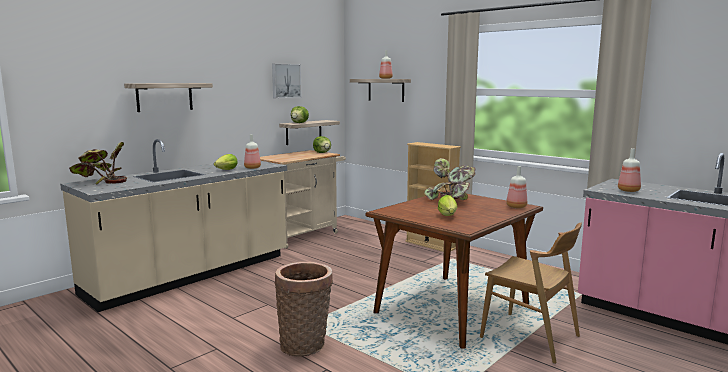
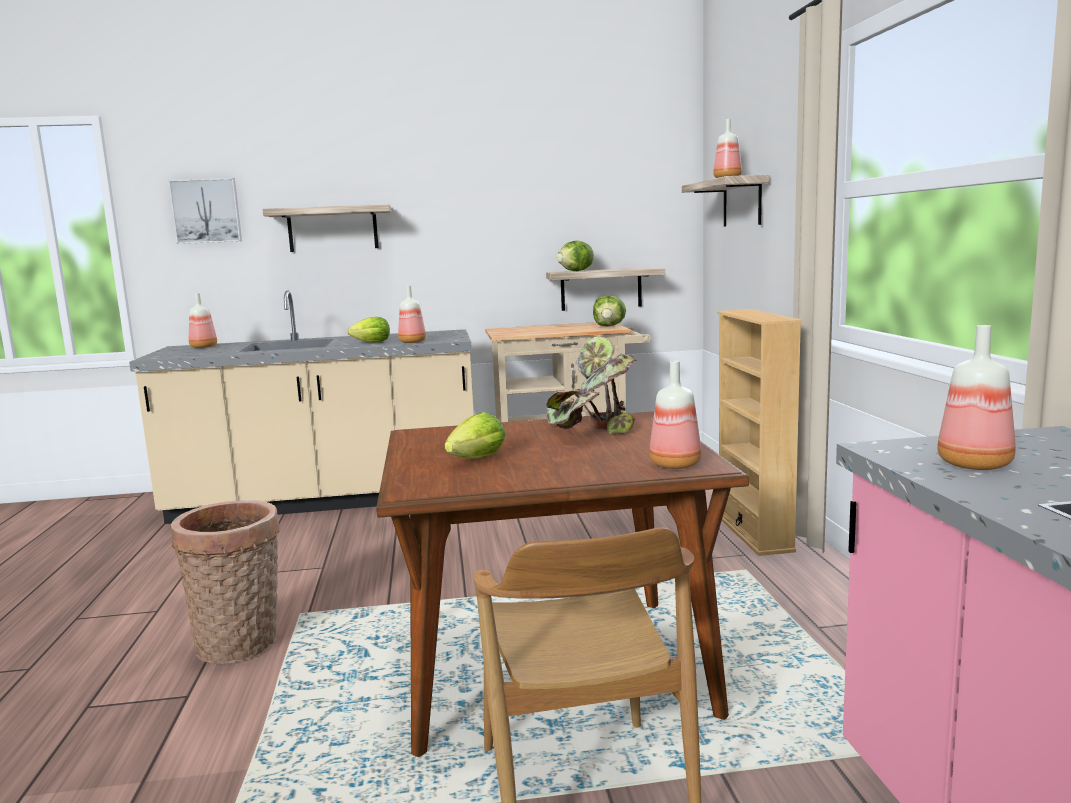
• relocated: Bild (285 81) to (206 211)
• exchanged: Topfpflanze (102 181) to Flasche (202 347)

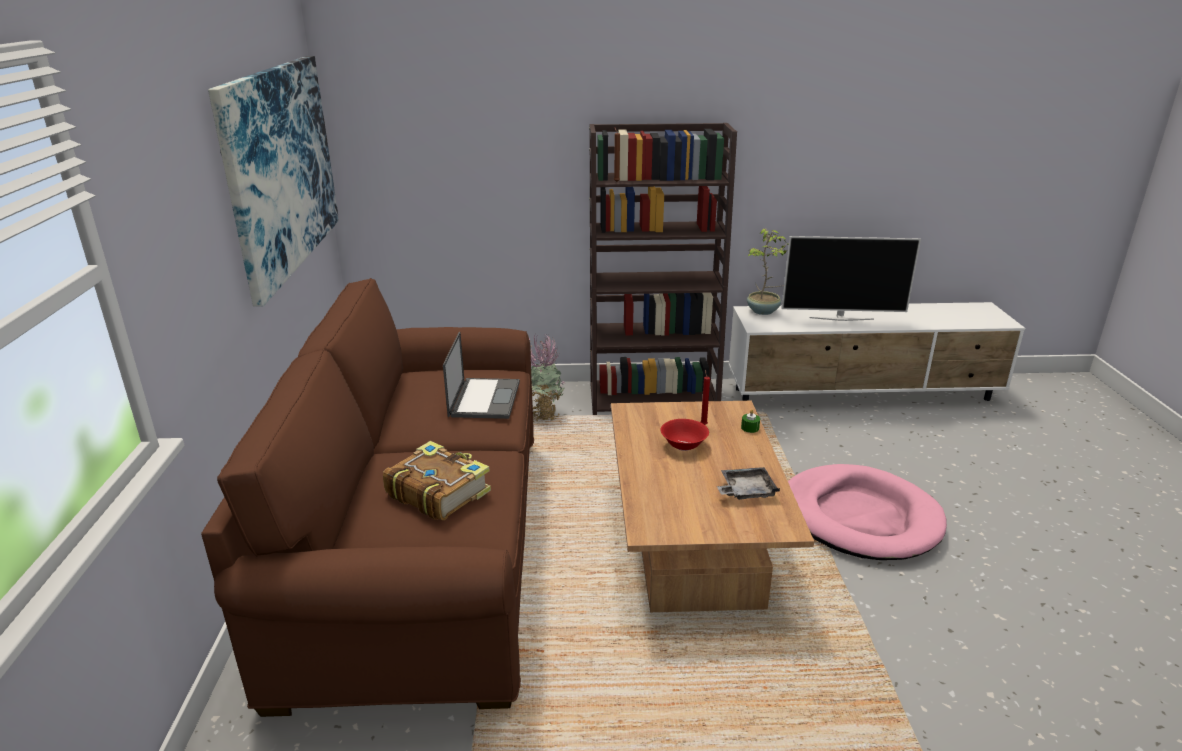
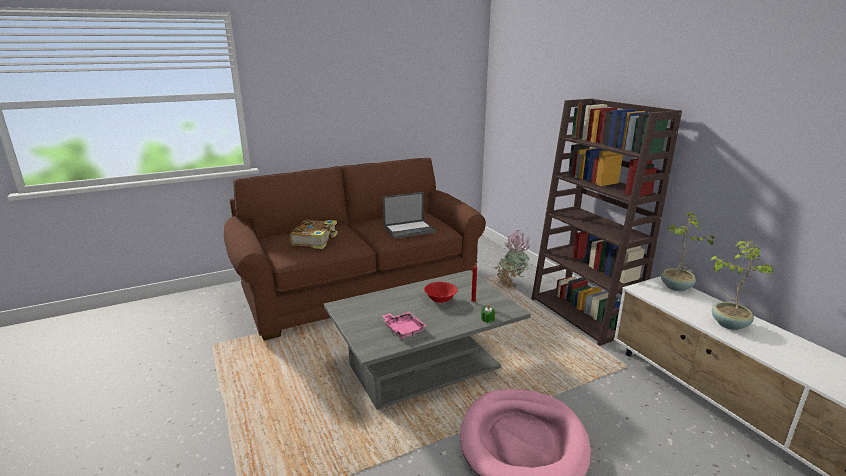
• colour: Couchtisch (braun) (693 543) to Couchtisch (grau) (425 367)
• colour: Tablett (grau) (746 491) to Tablett (rosa) (403 329)
• exchanged: Fernseher (841 318) to Topfpflanze (728 324)
• missing: Bild (281 168)

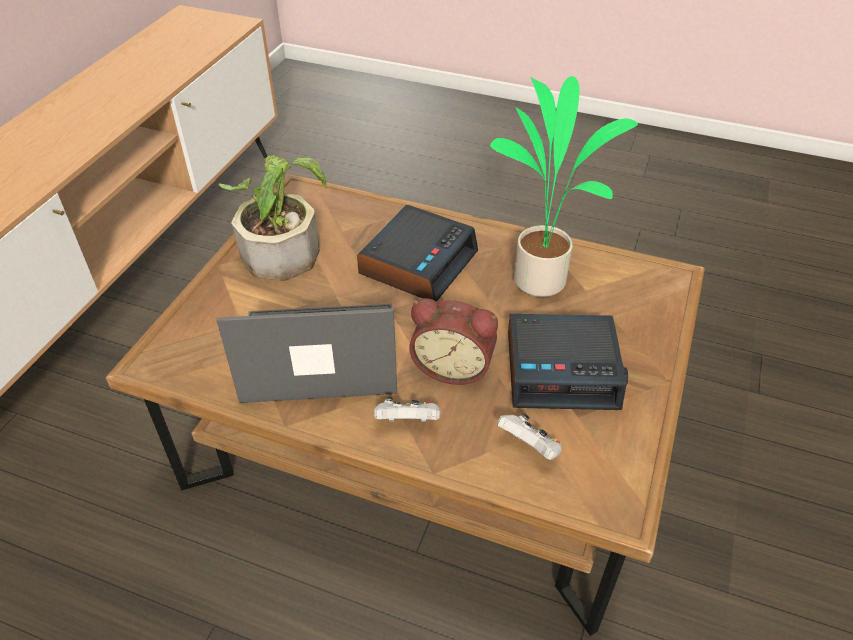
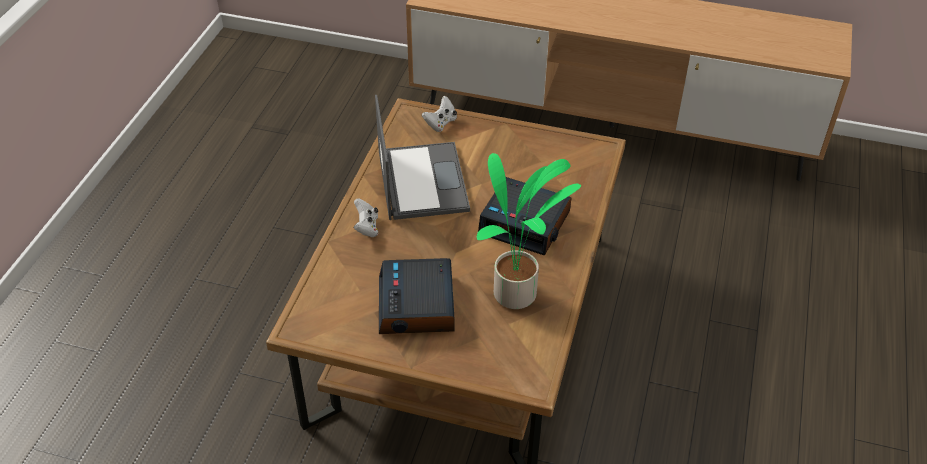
• relocated: Gamepad (weiß) (530 448) to (440 123)
• missing: Topfpflanze (283 247)
• missing: Wecker (453 366)

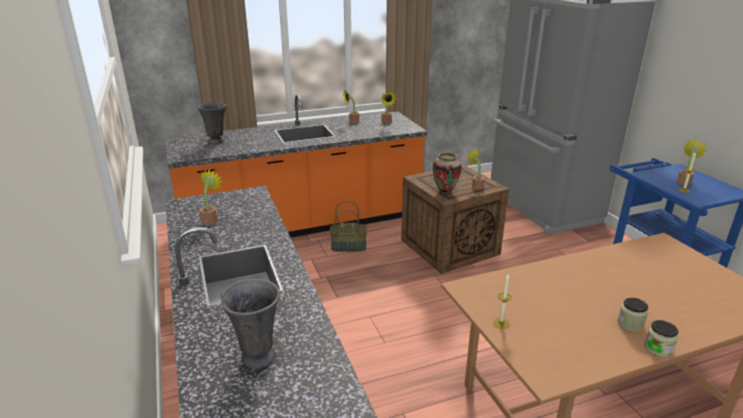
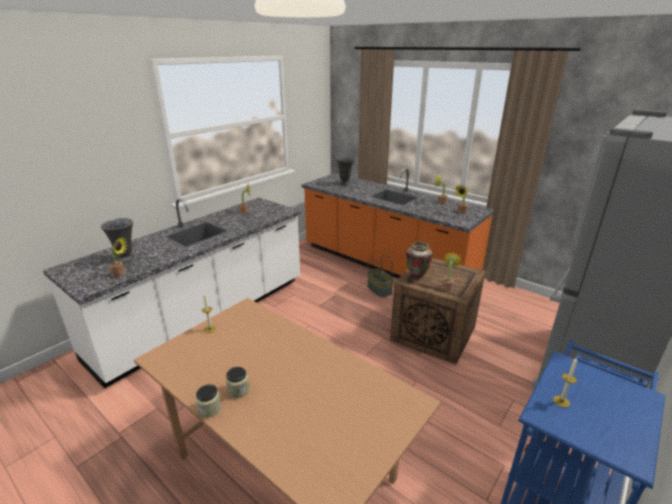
• relocated: Topfpflanze (684 182) to (121 274)

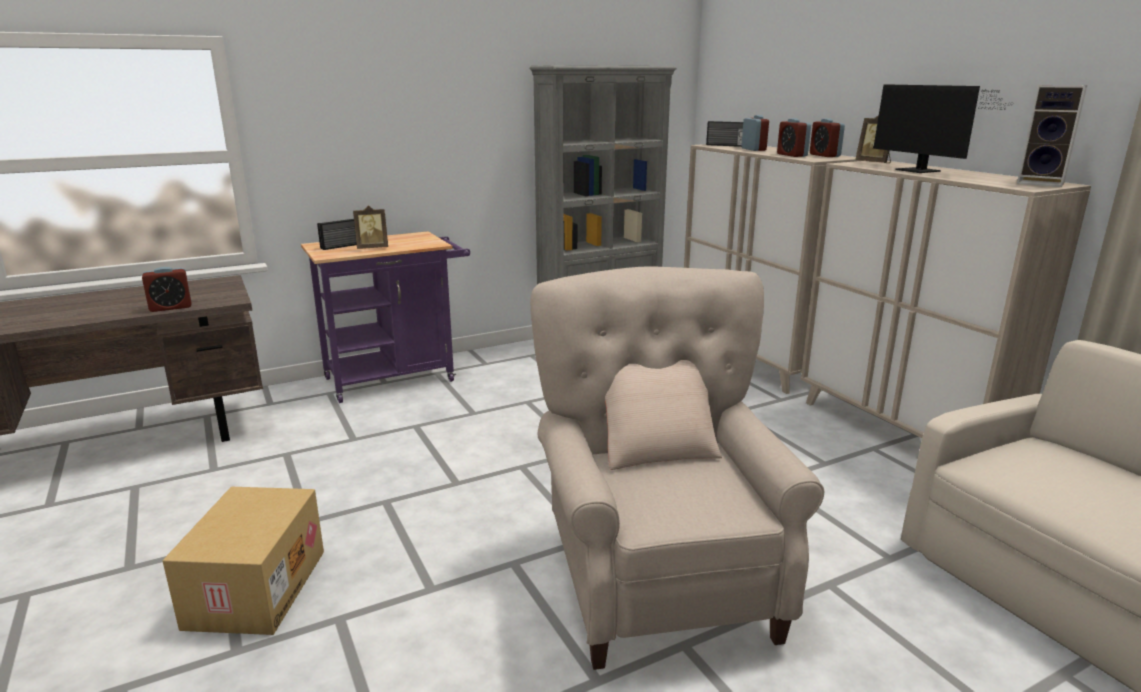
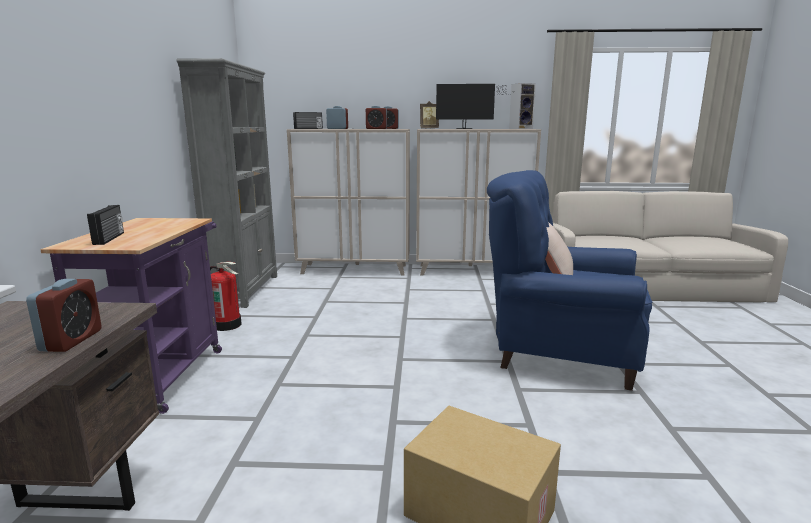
• appeared: Feuerlöscher (227 325)
• colour: Sessel (beige) (657 577) to Sessel (blau) (558 353)
• missing: Bilderrahmen (372 248)

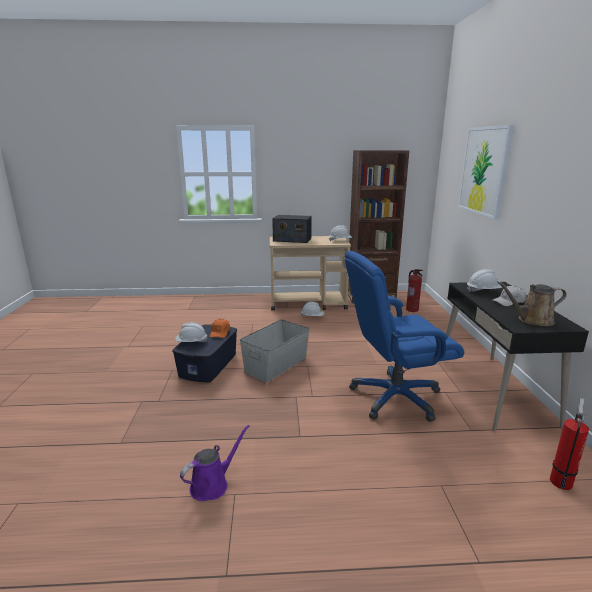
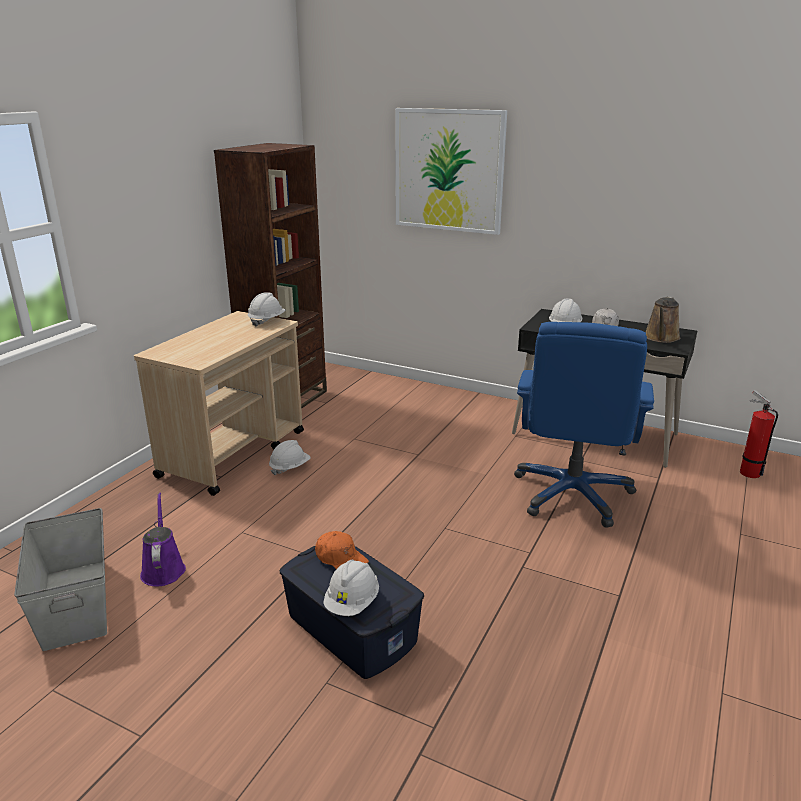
• relocated: Aufbewahrungsbox (grau) (275 365) to (74 603)
• relocated: Gießkanne (lila) (212 484) to (163 569)
• missing: Radio (292 239)
• missing: Feuerlöscher (412 310)

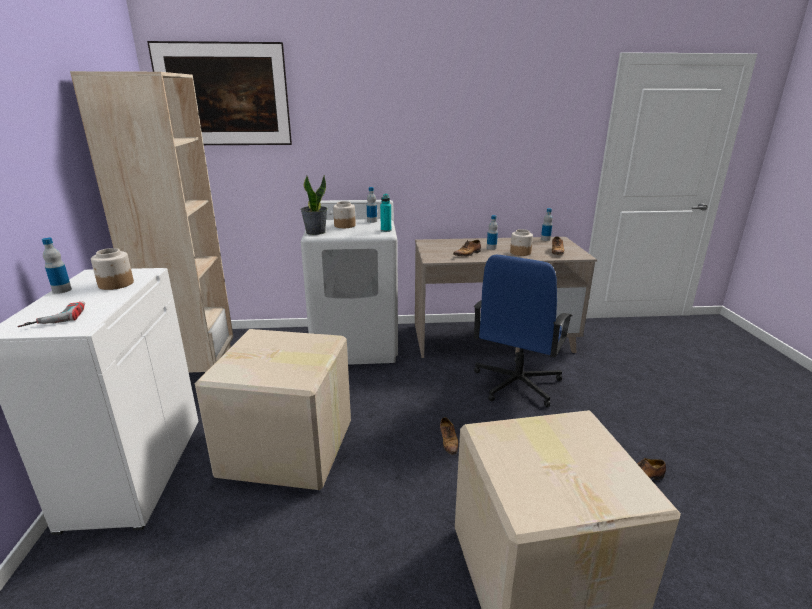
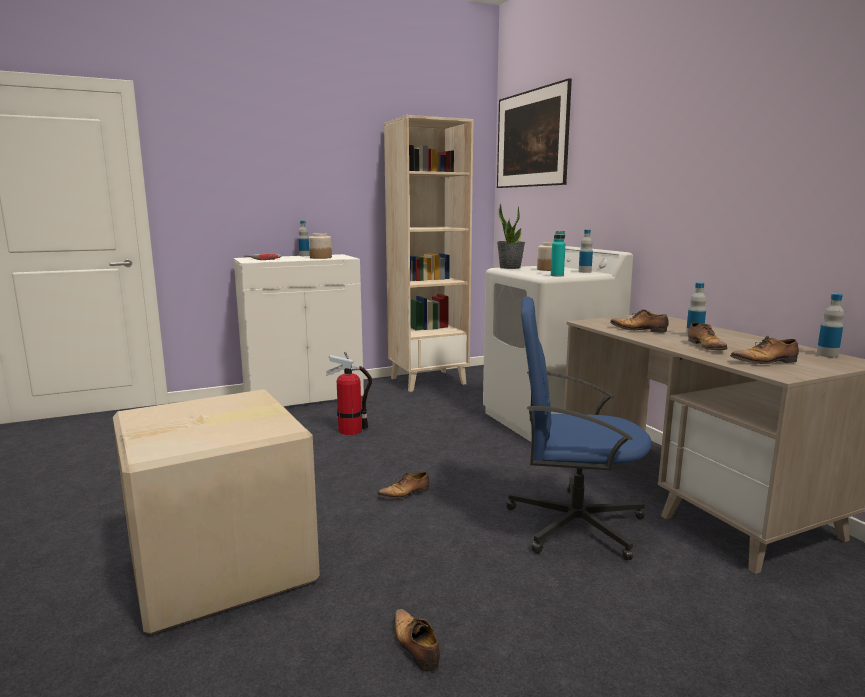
• exchanged: Karton (288 449) to Feuerlöscher (350 430)
• exchanged: Vorratsglas (520 252) to Schuh (706 347)

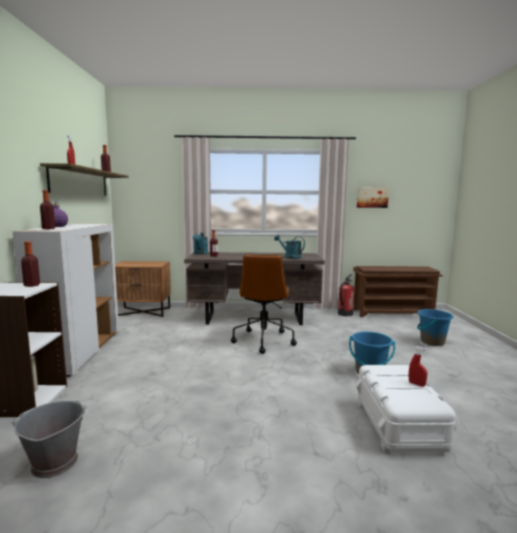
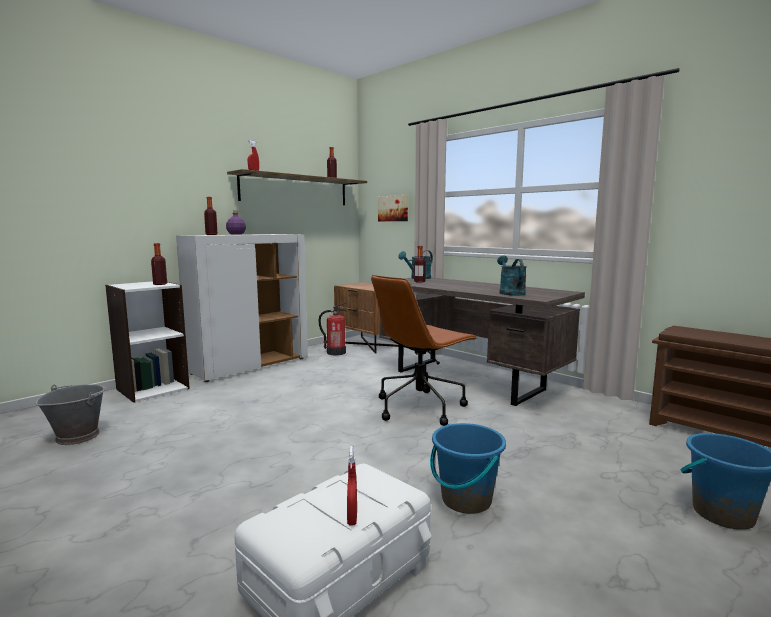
• relocated: Feuerlöscher (345 314) to (335 352)
• relocated: Bild (372 197) to (393 208)

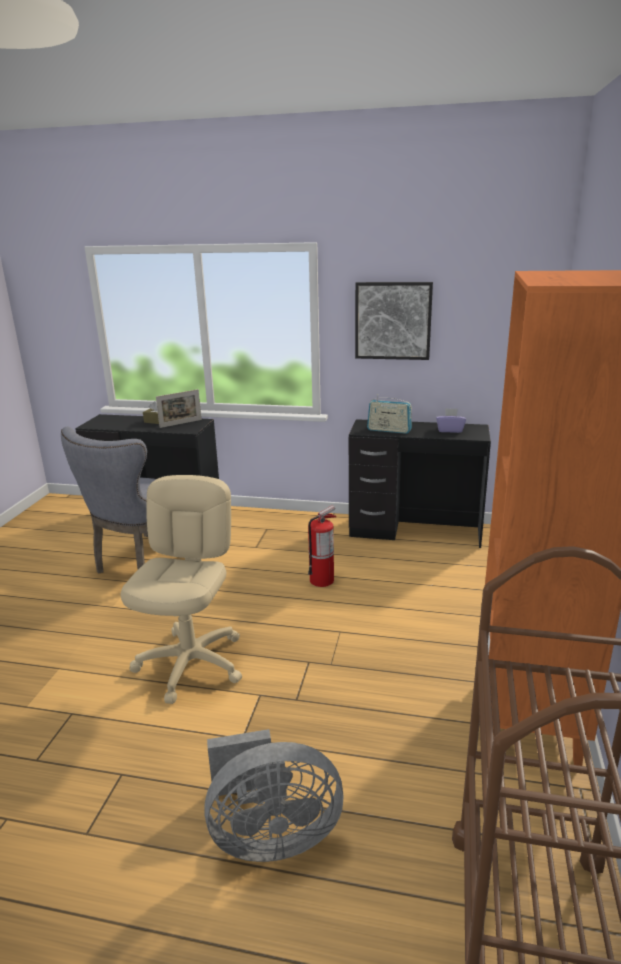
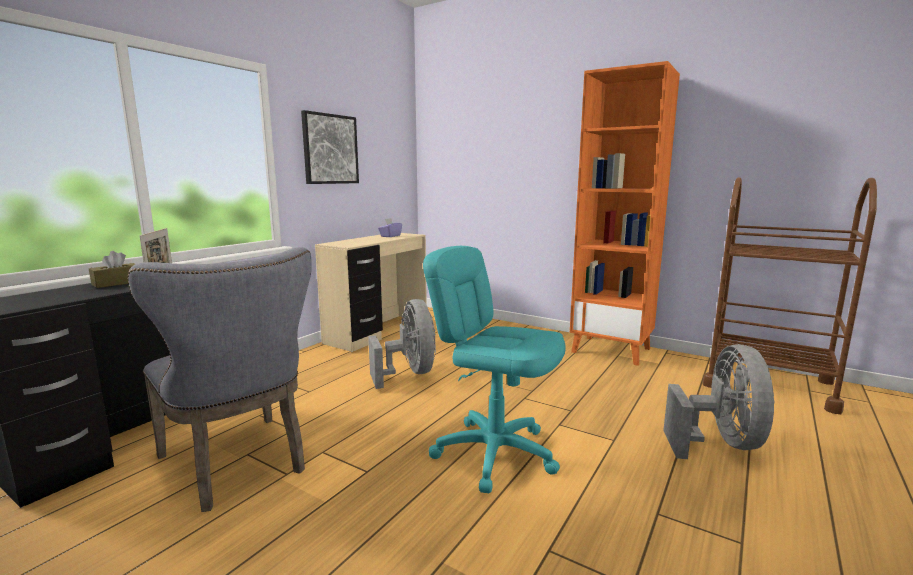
• colour: Schreibtisch (schwarz) (415 532) to Schreibtisch (beige) (379 332)
• exchanged: Feuerlöscher (322 580) to Ventilator (grau) (409 373)
• colour: Bürostuhl (beige) (191 663) to Bürostuhl (türkis) (495 453)
• missing: Radio (389 430)

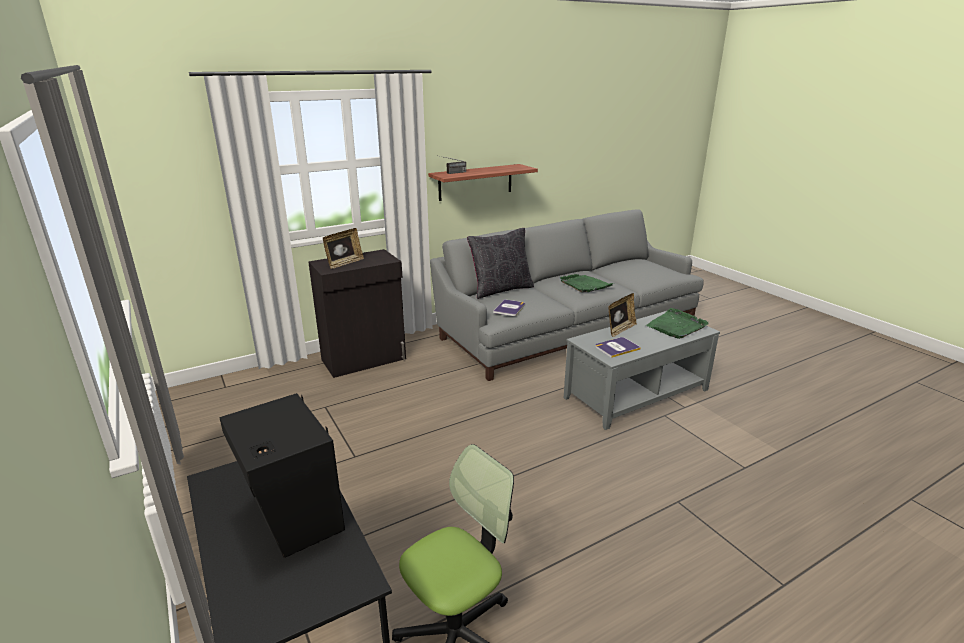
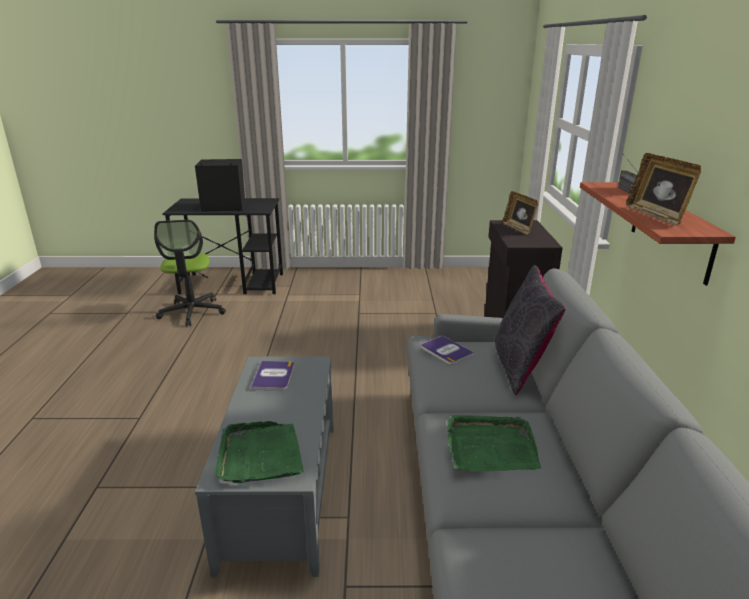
• relocated: Bilderrahmen (620 330) to (656 216)

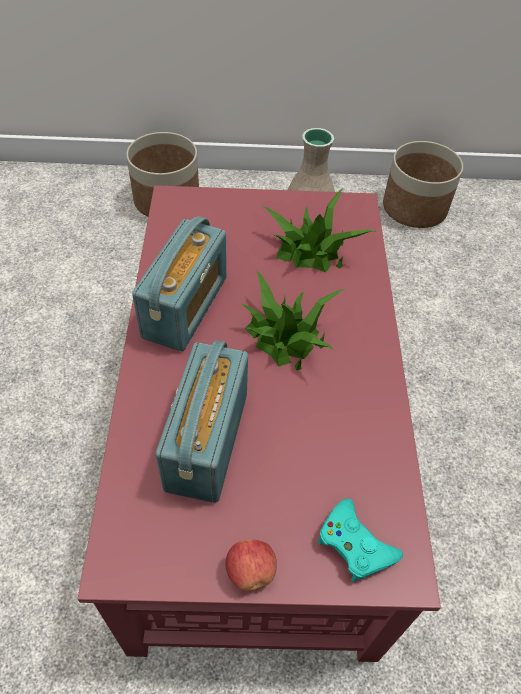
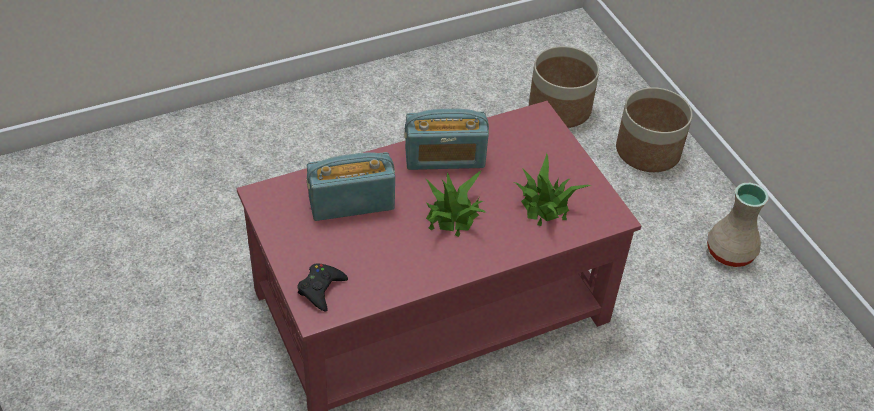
• colour: Gamepad (türkis) (355 544) to Gamepad (schwarz) (321 289)
• relocated: Pflanzkübel (414 208) to (560 108)
• missing: Apfel (250 571)

